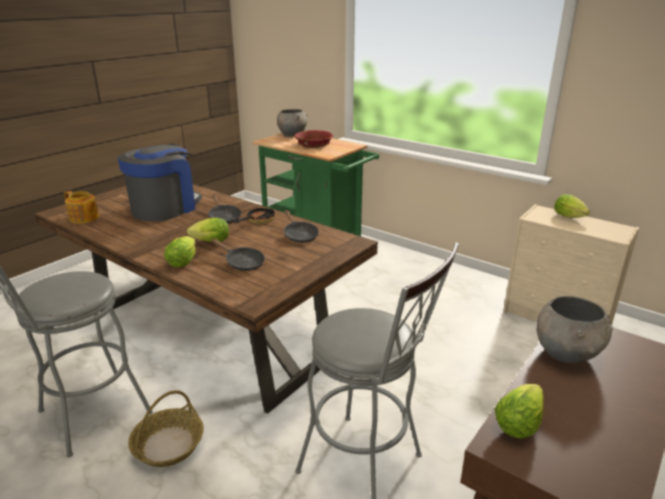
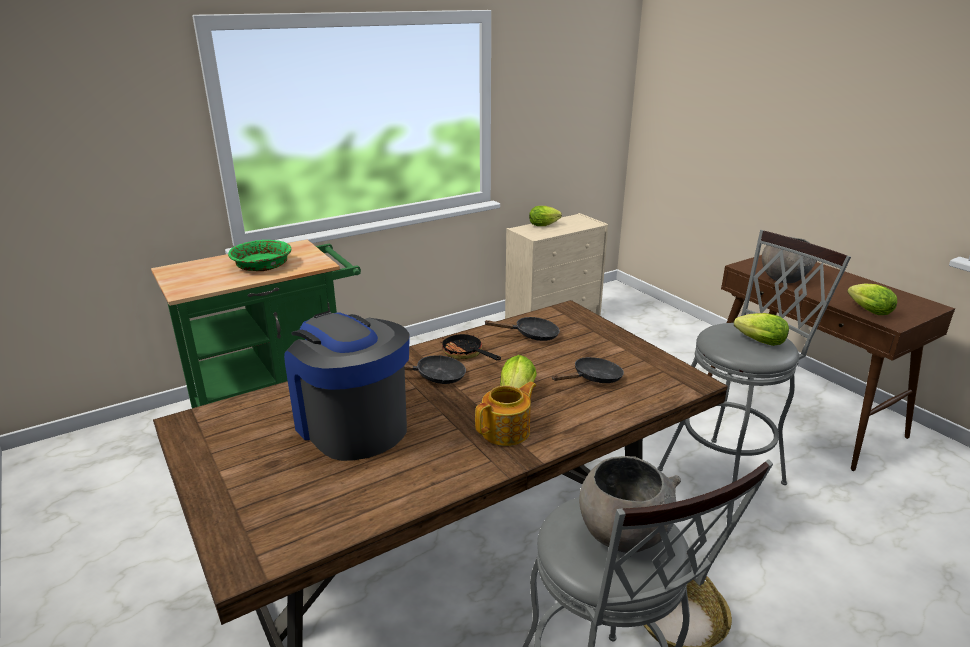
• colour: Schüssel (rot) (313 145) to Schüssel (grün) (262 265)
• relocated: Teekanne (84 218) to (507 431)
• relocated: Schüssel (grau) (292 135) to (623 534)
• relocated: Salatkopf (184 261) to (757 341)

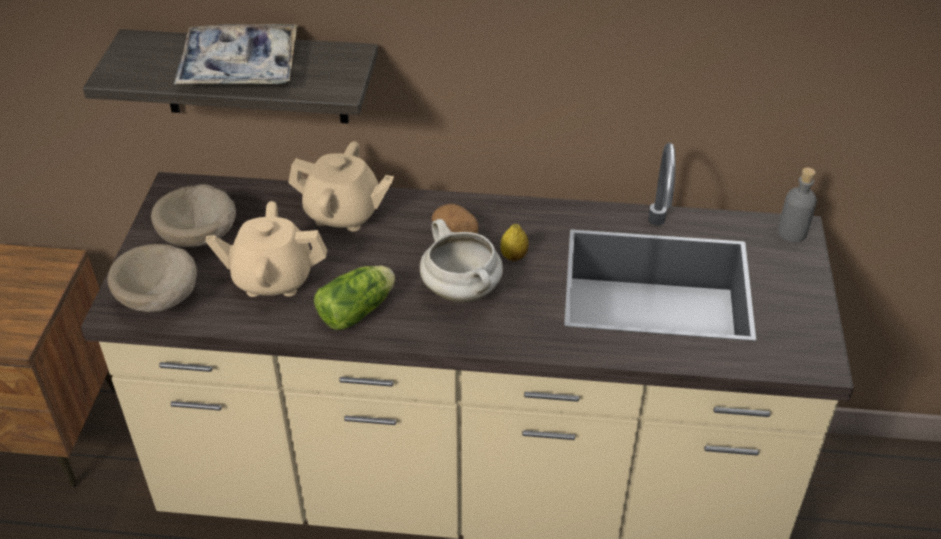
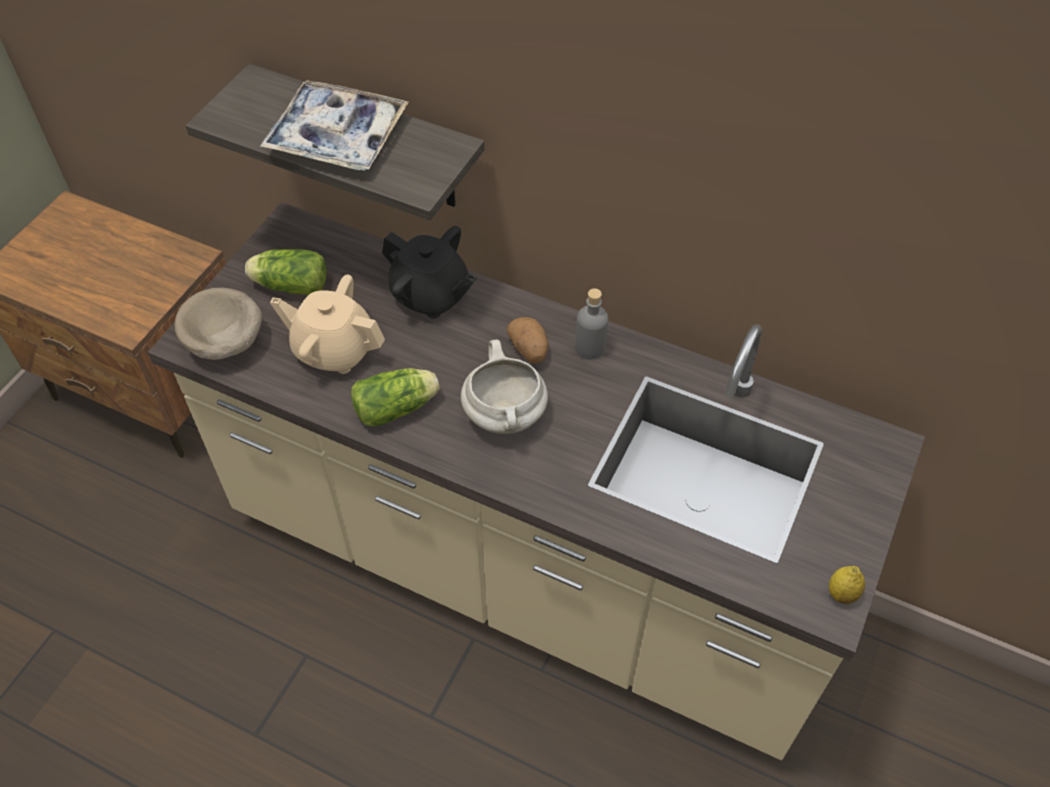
• exchanged: Schüssel (beige) (200 237) to Salatkopf (289 285)
• colour: Teekanne (beige) (343 214) to Teekanne (schwarz) (431 296)
• relocated: Flasche (grau) (792 233) to (590 348)
• relocated: Zitrone (514 256) to (842 594)

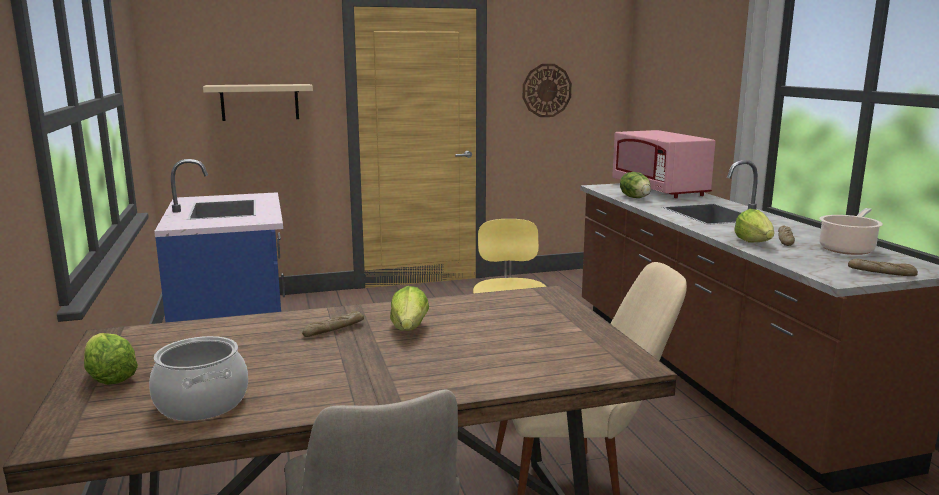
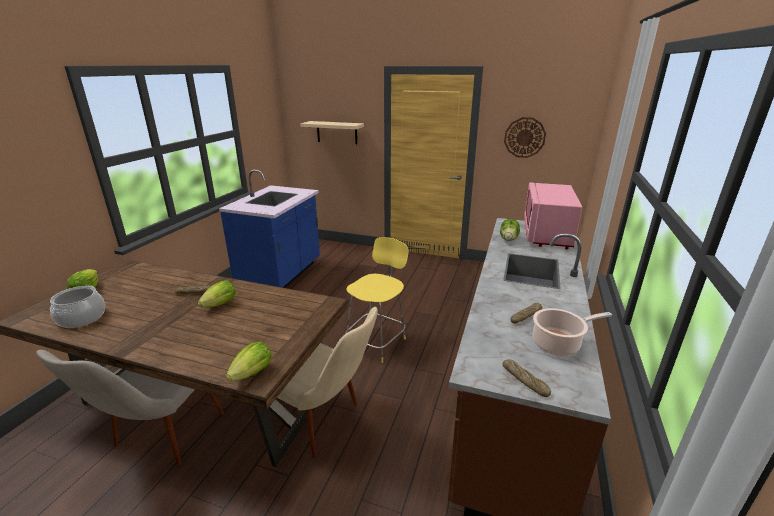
• relocated: Salatkopf (754 242) to (252 373)

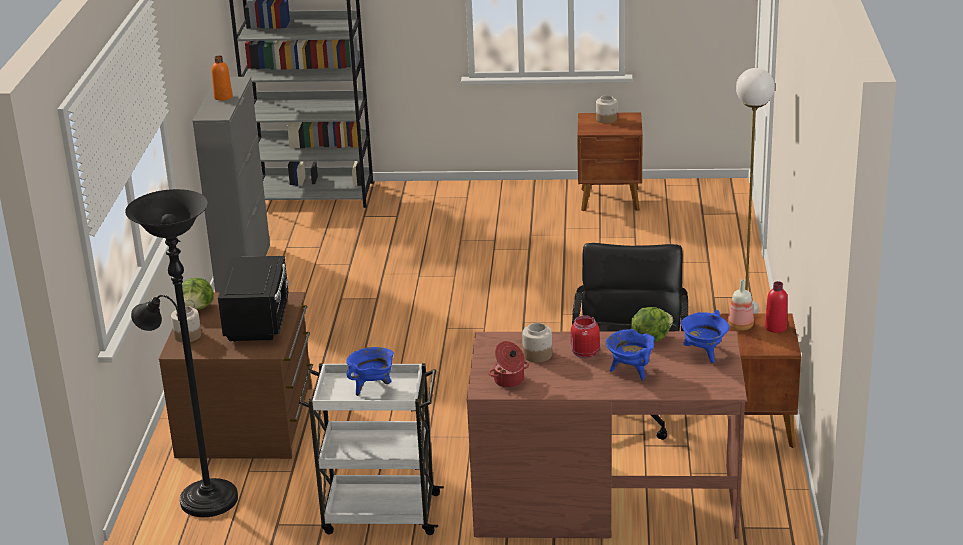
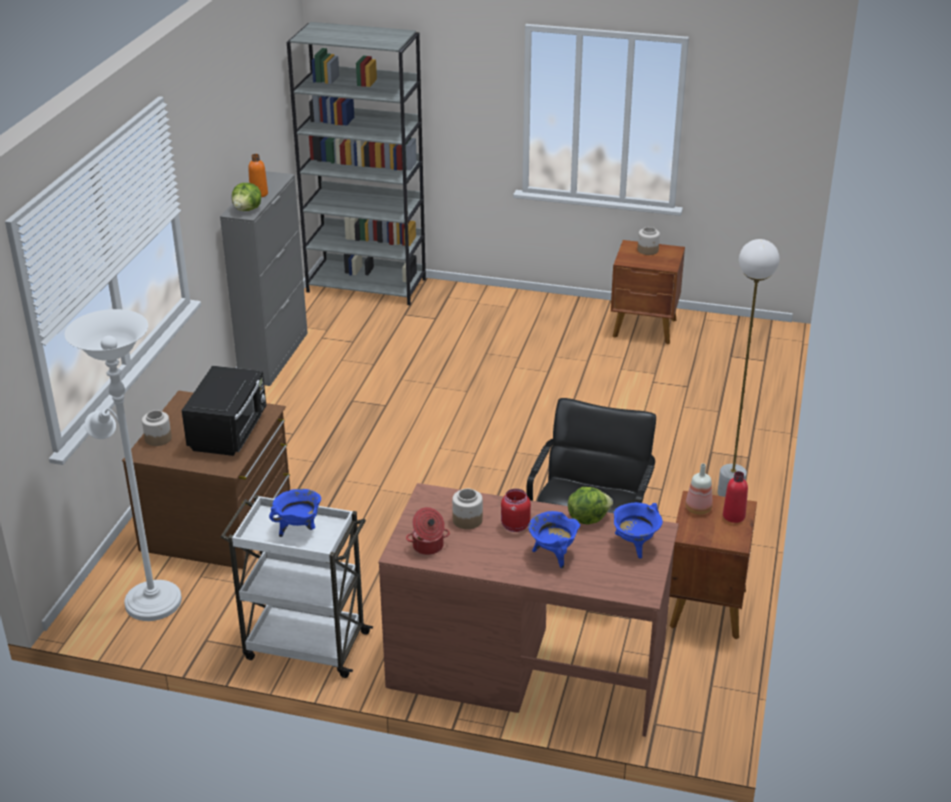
• colour: Stehlampe (schwarz) (203 497) to Stehlampe (weiß) (149 598)
• relocated: Salatkopf (198 308) to (247 210)

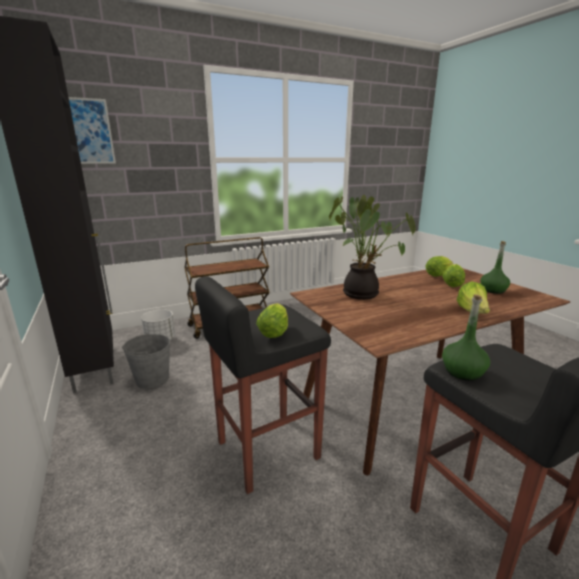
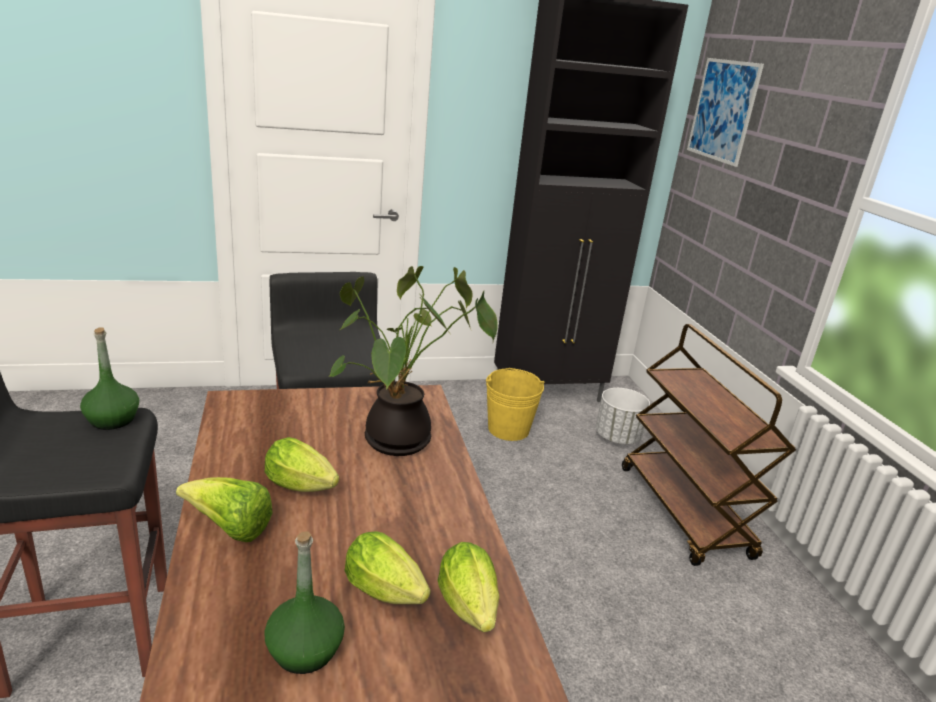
• relocated: Salatkopf (275 331) to (304 487)
• colour: Eimer (grau) (152 379) to Eimer (gelb) (508 429)

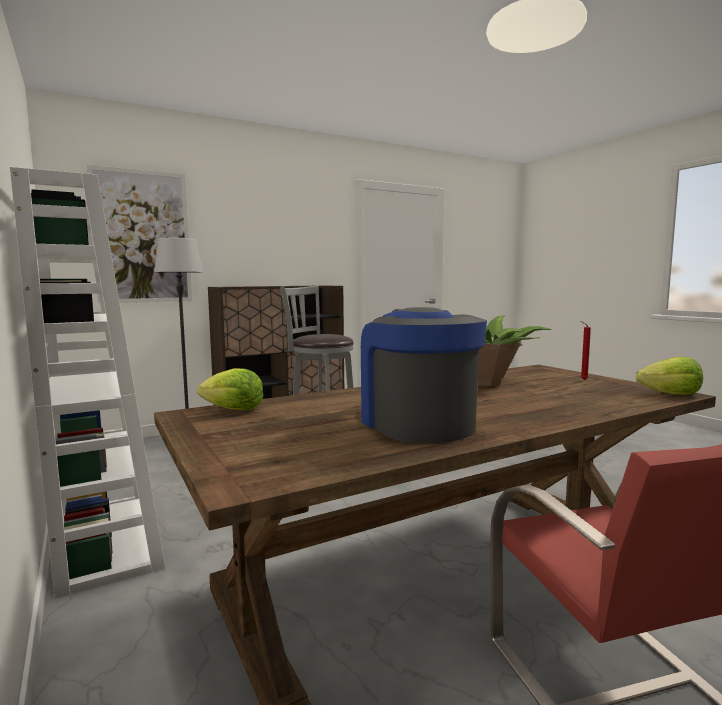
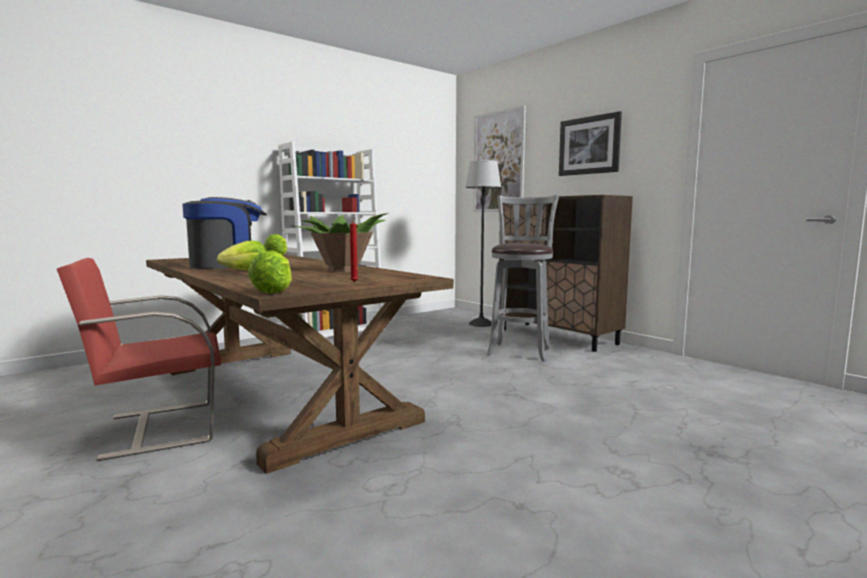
• appeared: Salatkopf (246 271)
• appeared: Bild (589 145)

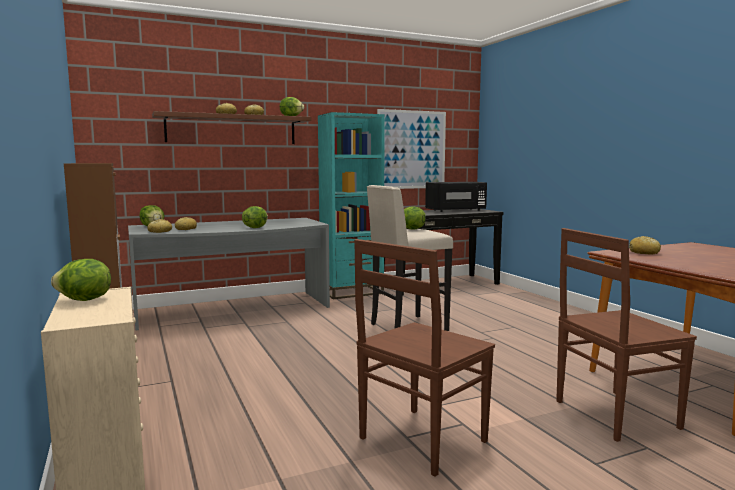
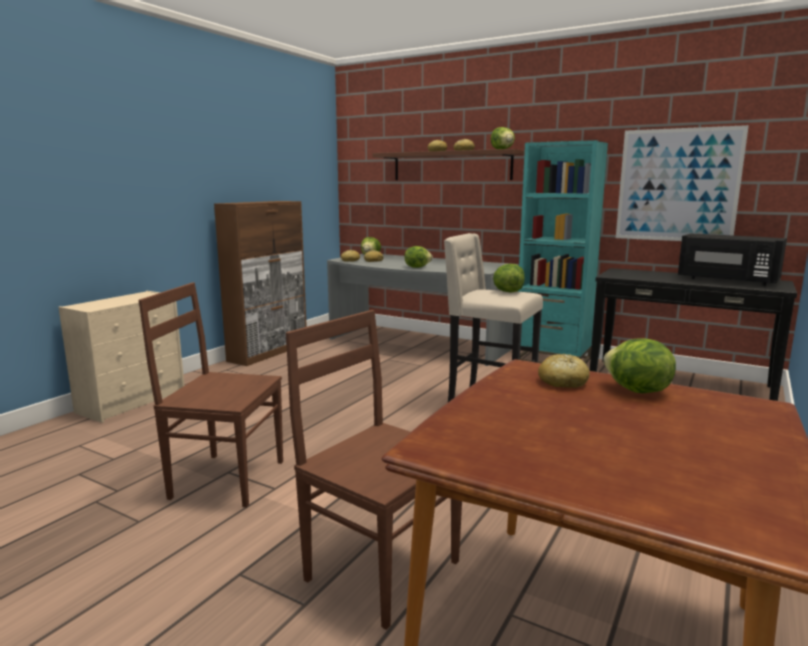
• relocated: Salatkopf (84 300) to (636 391)

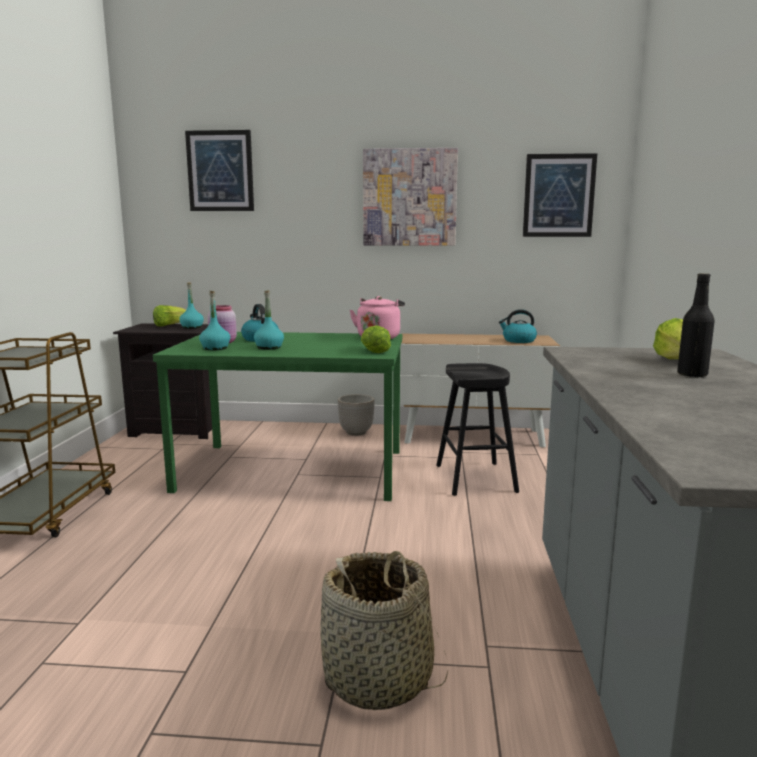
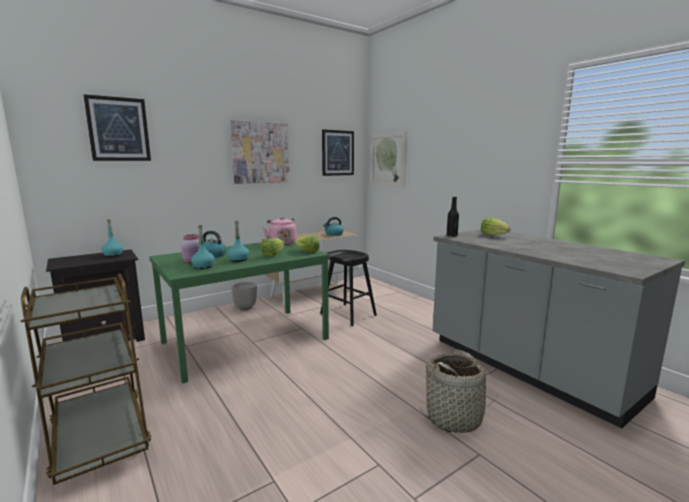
• relocated: Salatkopf (170 325) to (273 255)
• appeared: Bild (388 160)
• relocated: Flasche (schwarz) (692 375) to (452 236)

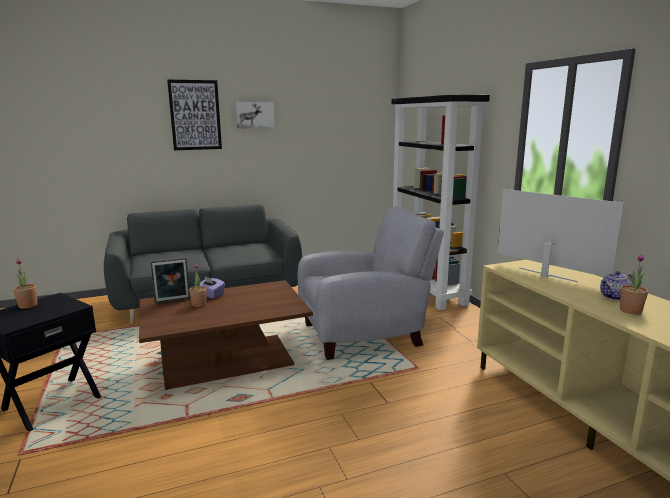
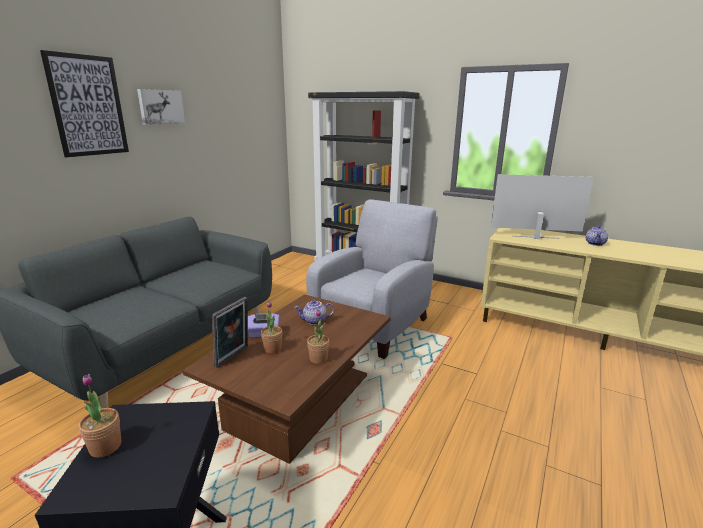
• appeared: Teekanne (314 321)
• relocated: Topfpflanze (630 310) to (318 359)

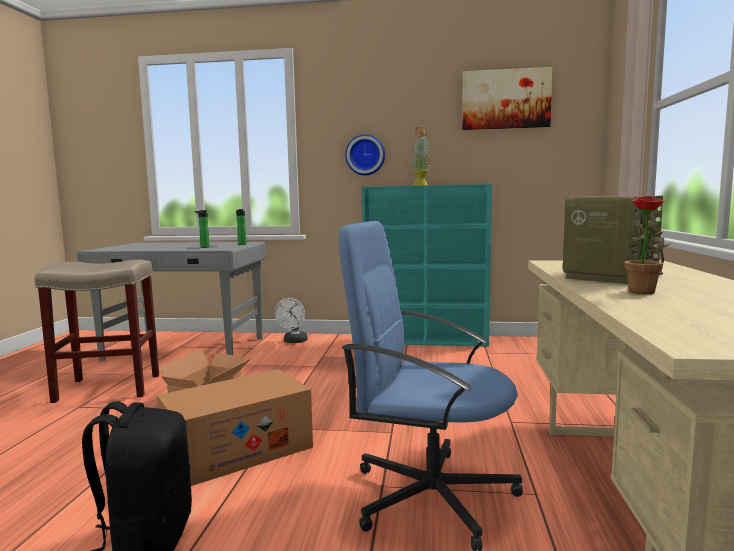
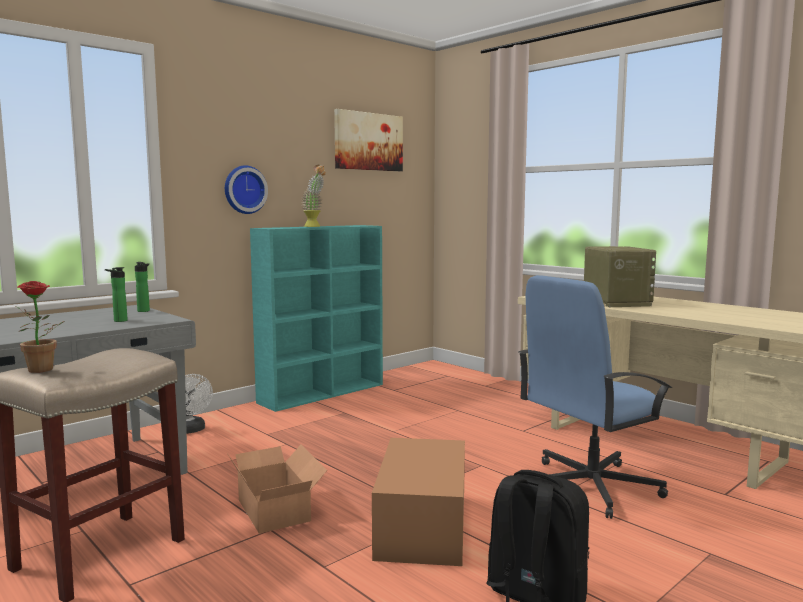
• relocated: Topfpflanze (644 293) to (43 370)

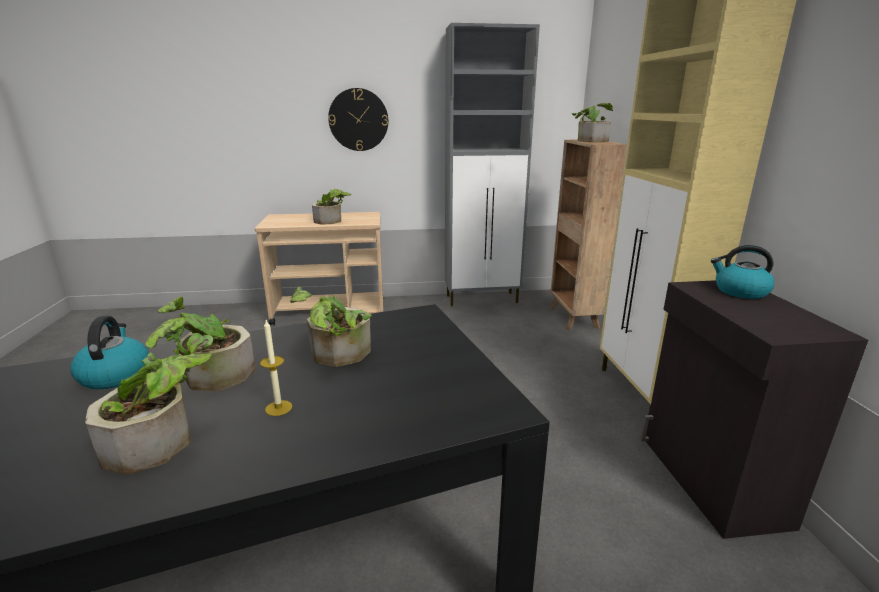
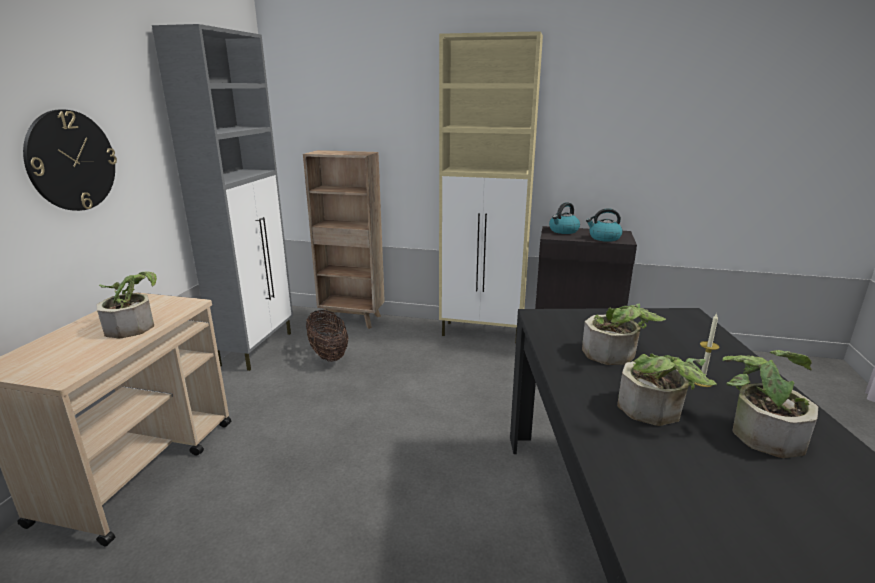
• appeared: Korb (328 354)
• relocated: Wasserkessel (115 375) to (604 238)
• missing: Topfpflanze (590 141)

